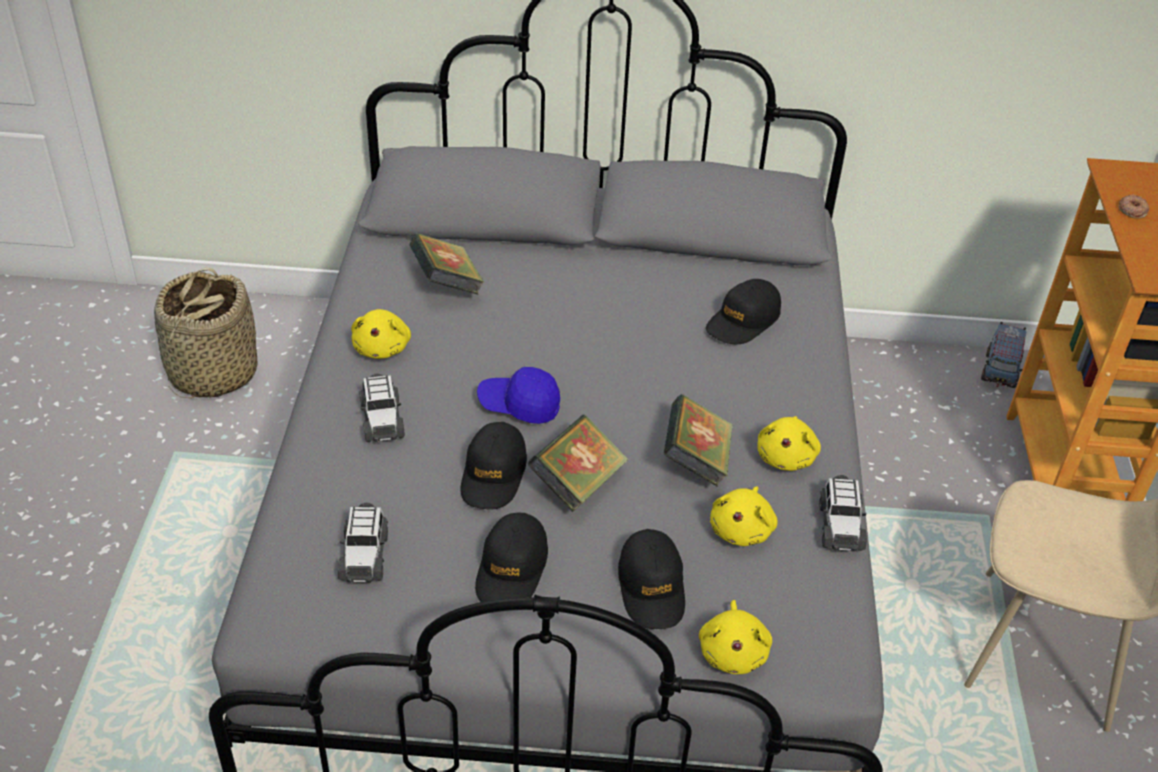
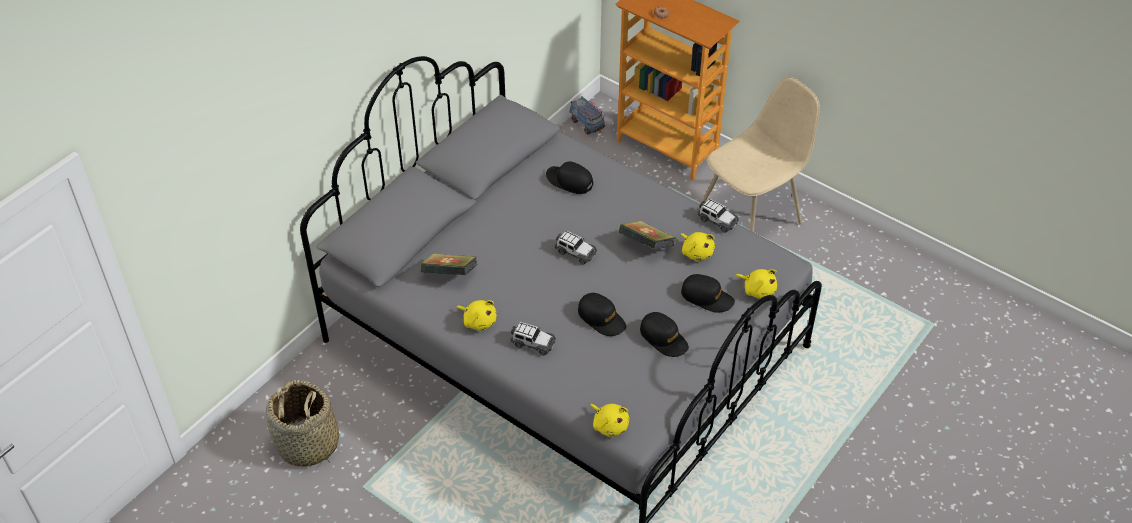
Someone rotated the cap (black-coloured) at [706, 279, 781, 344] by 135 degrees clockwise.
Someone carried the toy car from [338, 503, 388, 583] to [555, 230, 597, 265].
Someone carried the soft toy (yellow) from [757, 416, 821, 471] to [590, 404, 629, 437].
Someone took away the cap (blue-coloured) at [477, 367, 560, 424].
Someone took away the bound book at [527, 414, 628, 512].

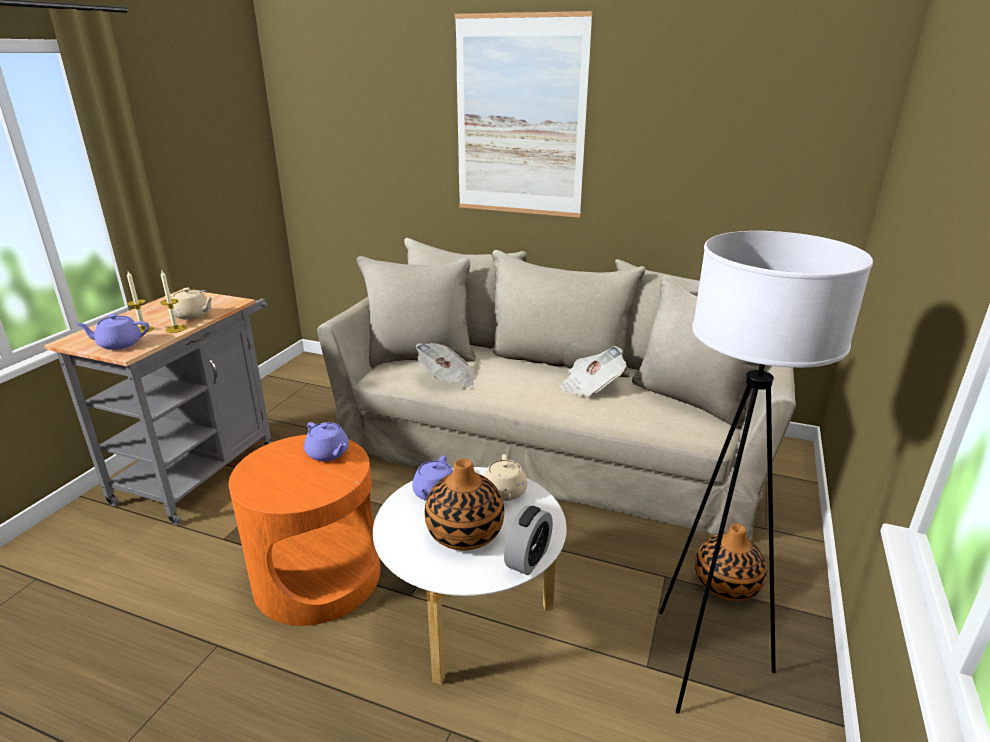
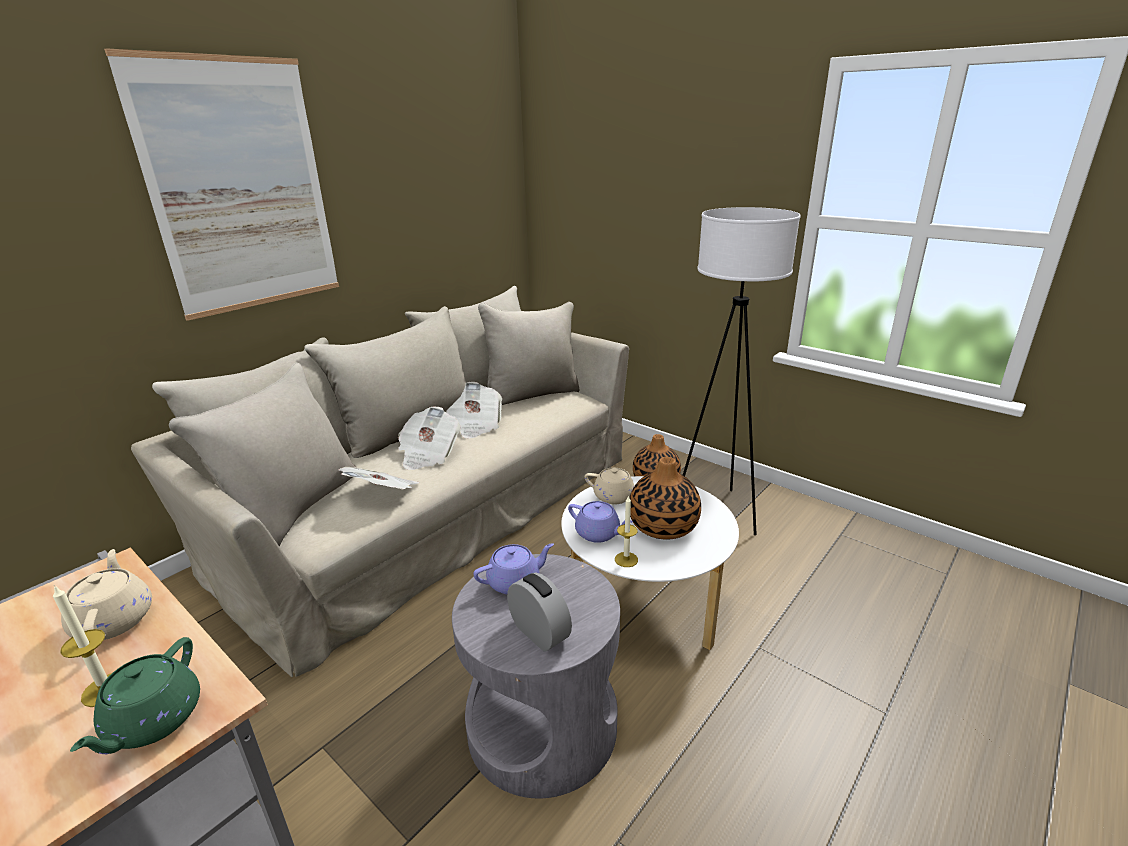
Someone rotated the teapot (beige) at [165, 288, 214, 320] by 60 degrees counterclockwise.
Someone repainted the teapot (purple-coloured) at [76, 314, 149, 350], which became the teapot (green) at [70, 637, 200, 754].
Someone put down the newspaper at [398, 406, 461, 470].
Someone repainted the side table (orange) at [229, 435, 380, 626], which became the side table (greyish) at [452, 554, 620, 799].
Someone carried the table clock from [504, 506, 553, 575] to [507, 573, 572, 652].
Someone carried the wax light from [161, 271, 186, 333] to [615, 495, 638, 567].

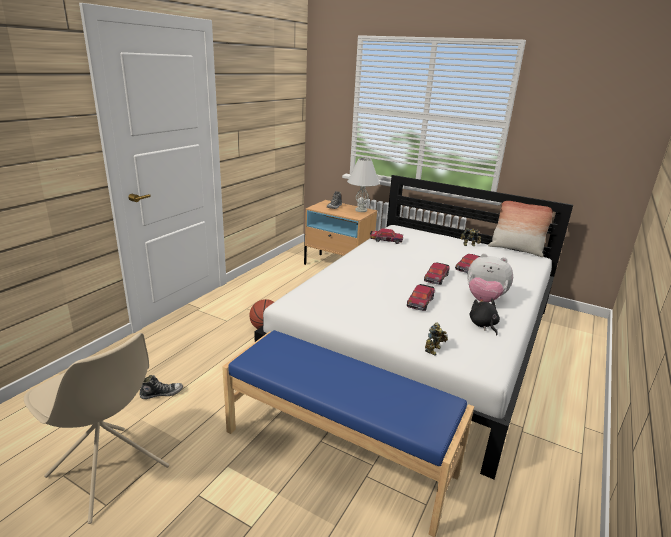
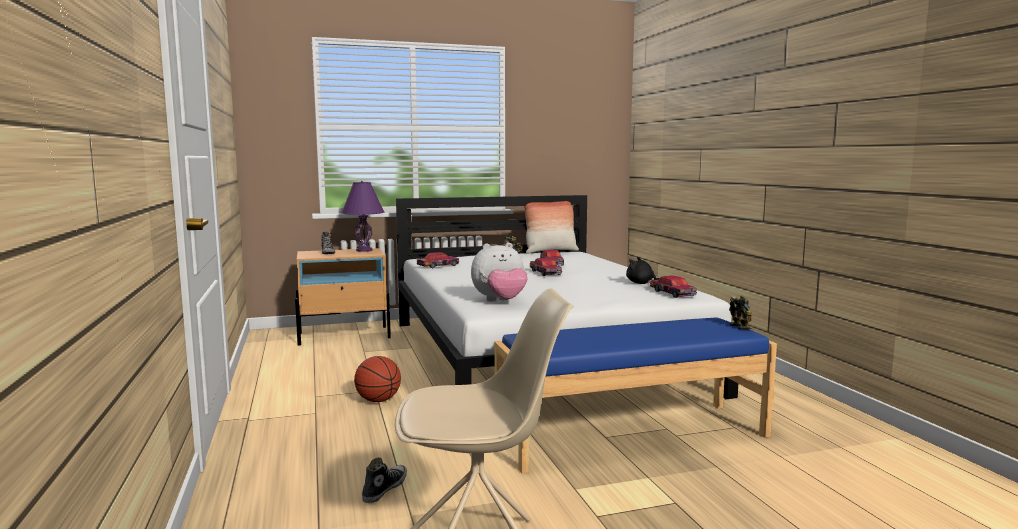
Someone repainted the tabletop lamp (whitish) at [347, 158, 379, 212], which became the tabletop lamp (purple-coloured) at [341, 181, 384, 252].
Someone carried the soft toy from [467, 253, 513, 302] to [471, 242, 528, 301].
Someone carried the toy car from [407, 284, 435, 311] to [650, 276, 697, 298].
Someone carried the toy robot from [425, 322, 448, 355] to [729, 295, 752, 330].

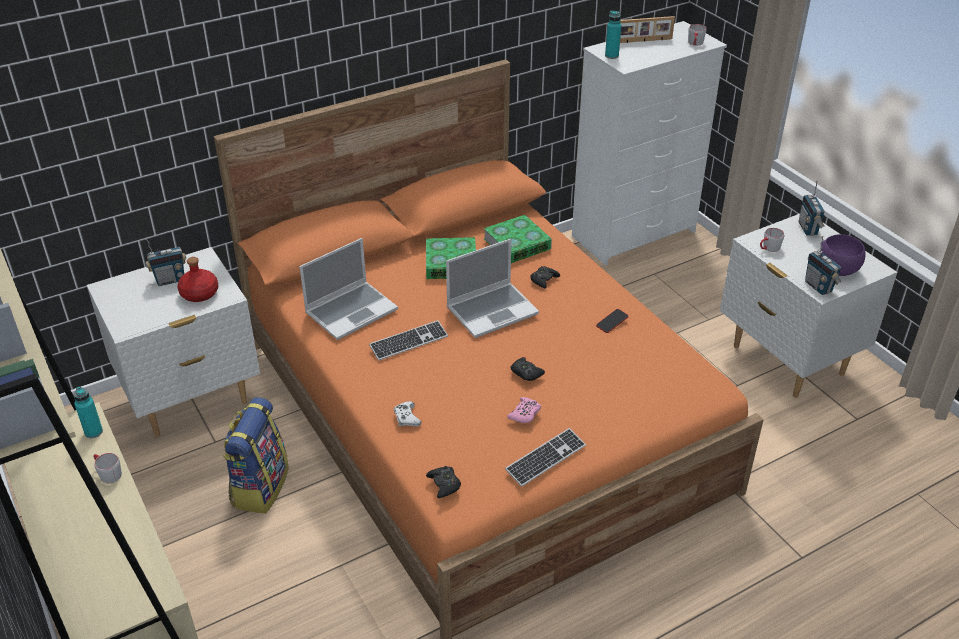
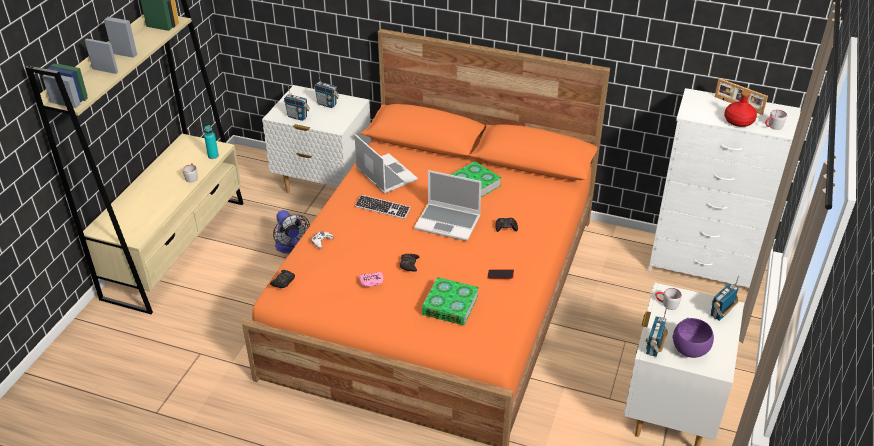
Someone swapped the knapsack at [222, 397, 289, 513] for the fan at [273, 210, 310, 254].
Someone put down the radio at [284, 84, 310, 121].
Someone rotated the portable computer at [299, 238, 398, 340] by 135 degrees counterclockwise.
Someone carried the bound book from [484, 215, 552, 263] to [422, 277, 479, 326].
Someone carried the bottle (red) from [177, 257, 218, 302] to [724, 91, 757, 127].
Someone took away the PC keyboard at [505, 428, 586, 487].
Someone took away the bottle (turquoise-coloured) at [605, 11, 622, 59].

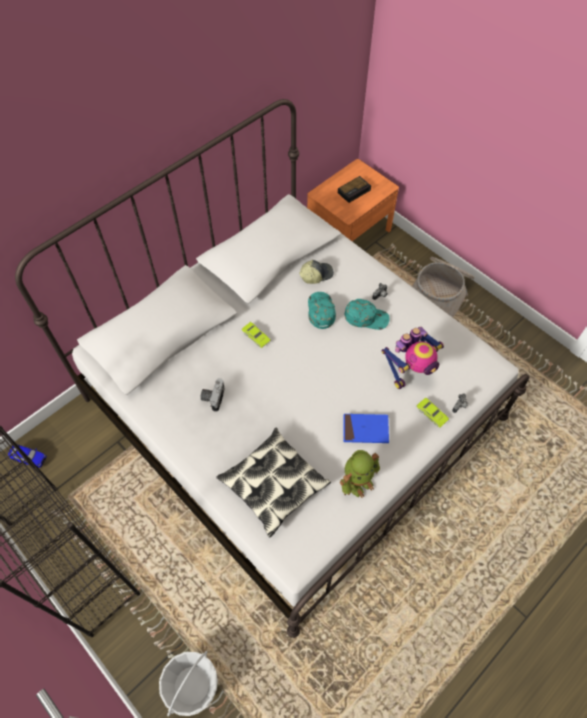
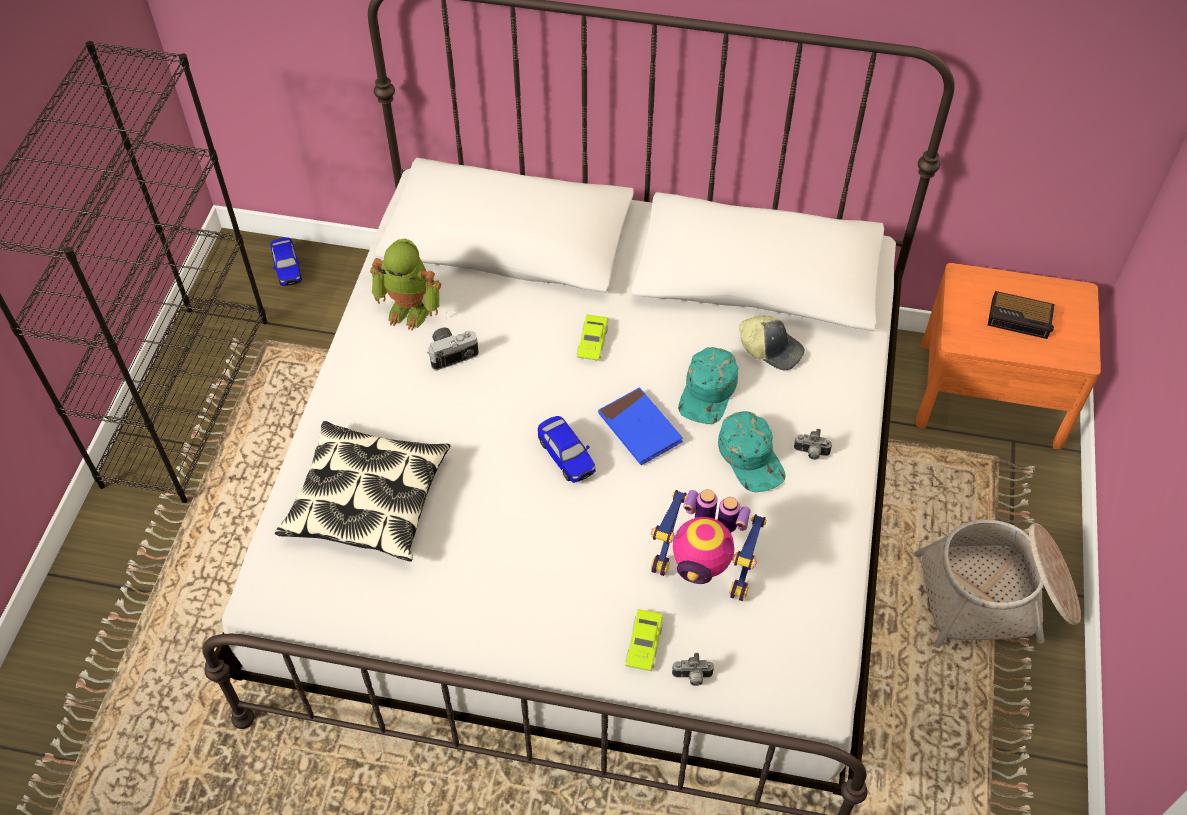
Someone carried the toy robot from [340, 450, 380, 498] to [370, 238, 441, 331].
Someone put down the toy car at [538, 416, 596, 483].
Someone carried the bound book (blue-coloured) from [344, 414, 389, 443] to [598, 387, 683, 465].
Someone rotated the cap (turquoise-coloured) at [308, 292, 336, 329] by 150 degrees clockwise.
Someone took away the household basket at [159, 651, 218, 716].

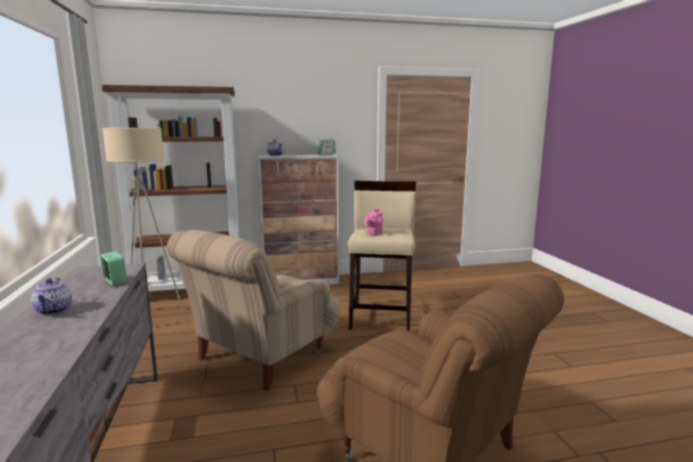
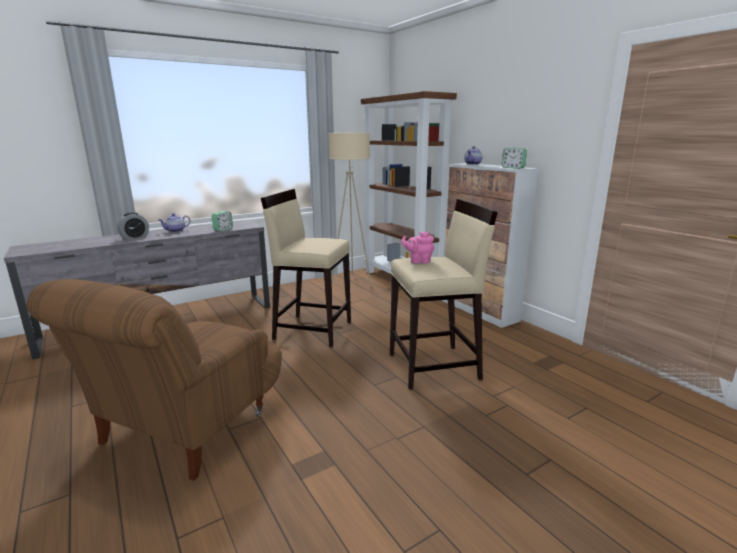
Someone put down the table clock at [117, 212, 149, 240].
Someone swapped the easy chair (beige) at [166, 230, 340, 391] for the stool (beige) at [261, 189, 351, 347].

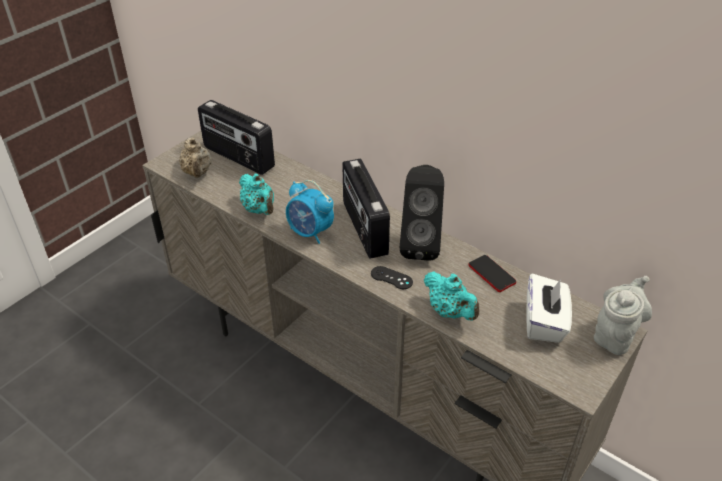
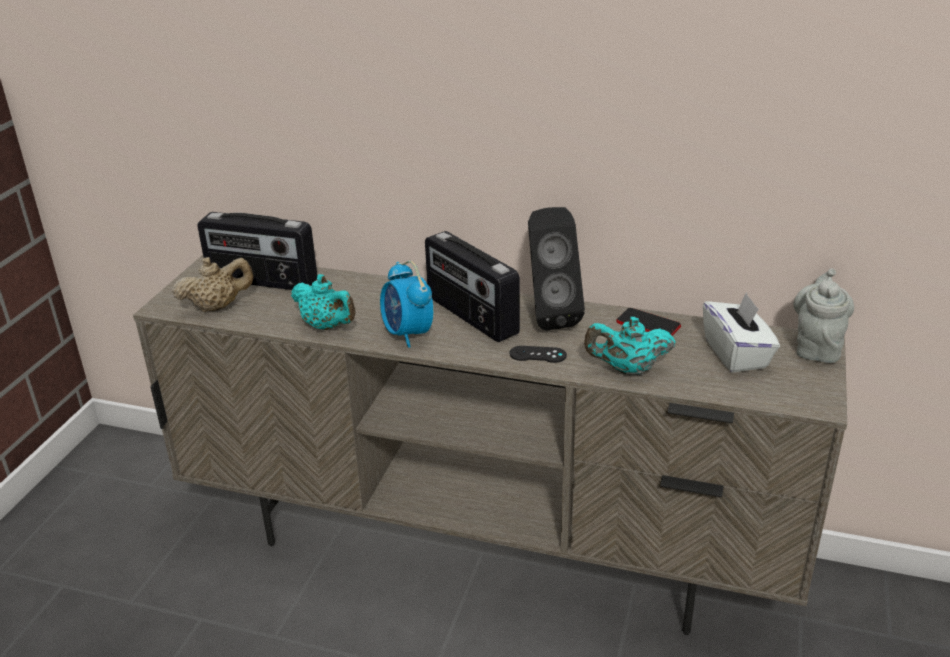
Someone rotated the teapot (beige) at [179, 137, 212, 178] by 75 degrees counterclockwise.
Someone rotated the table clock at [286, 180, 334, 244] by 45 degrees clockwise.
Someone rotated the teapot (turquoise-coloured) at [424, 271, 479, 320] by 150 degrees clockwise.

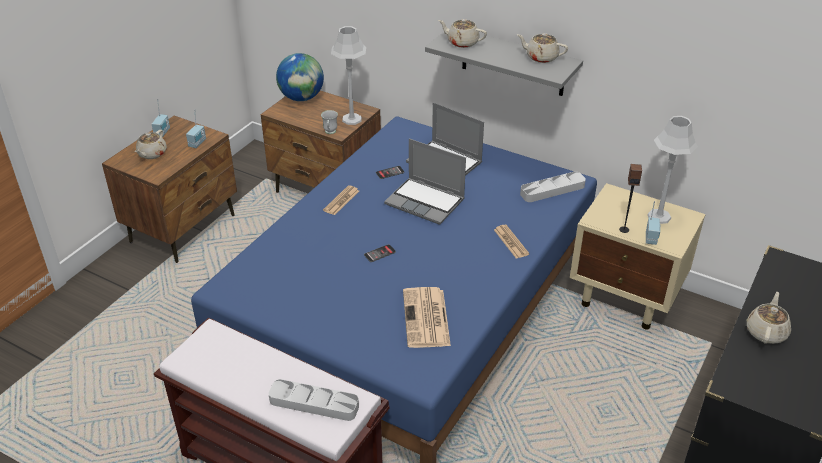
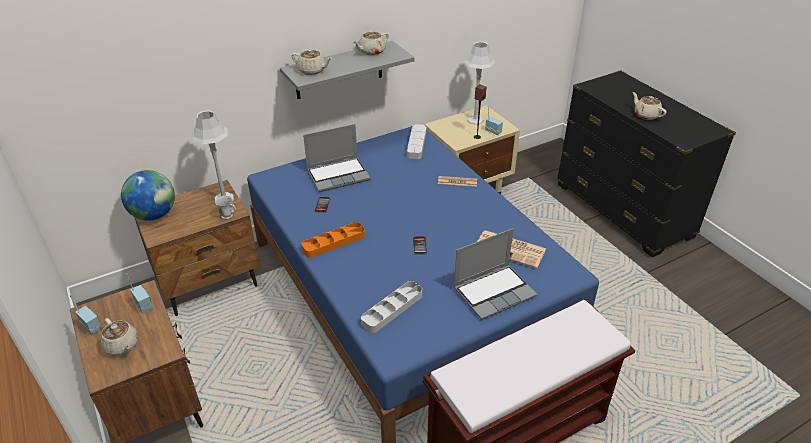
Someone rotated the teapot (beige) at [438, 19, 487, 48] by 120 degrees counterclockwise.
Someone swapped the newspaper at [323, 185, 359, 215] for the carrying tray (orange) at [301, 222, 365, 258].
Someone carried the carrying tray (greyish) from [268, 379, 359, 421] to [361, 281, 422, 333].
Someone carried the portable computer from [384, 139, 466, 225] to [454, 228, 537, 320].

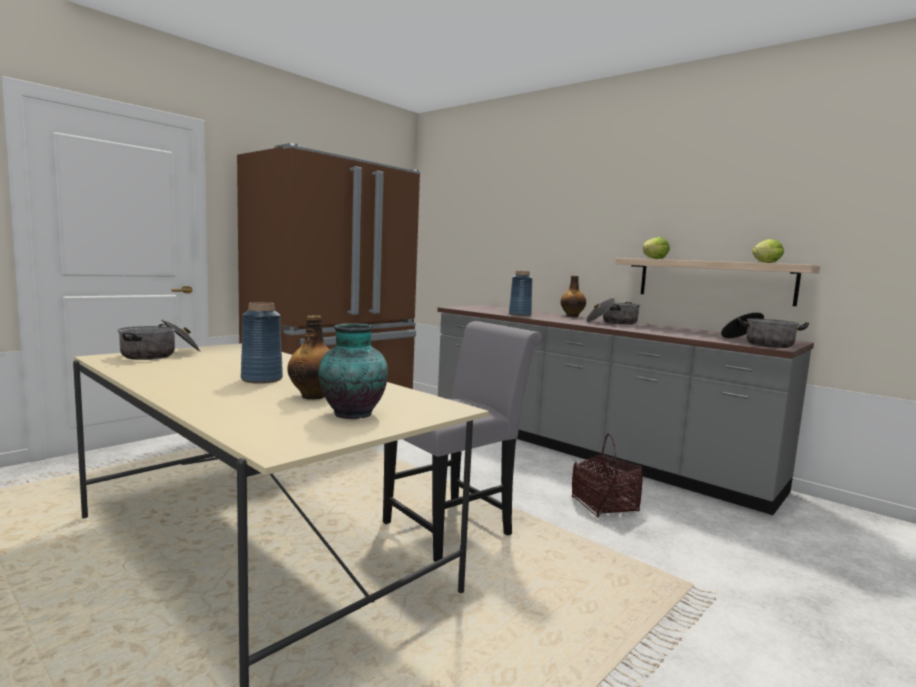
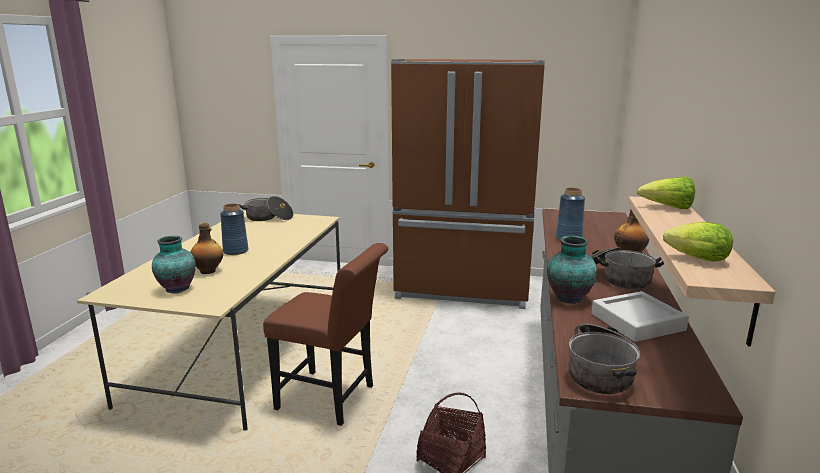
Someone repainted the plain chair (greyish) at [383, 321, 543, 562], which became the plain chair (brownish) at [263, 243, 388, 426].
Someone put down the decorative vase at [547, 236, 597, 304].
Someone put down the carrying tray (greyish) at [592, 291, 689, 342].

